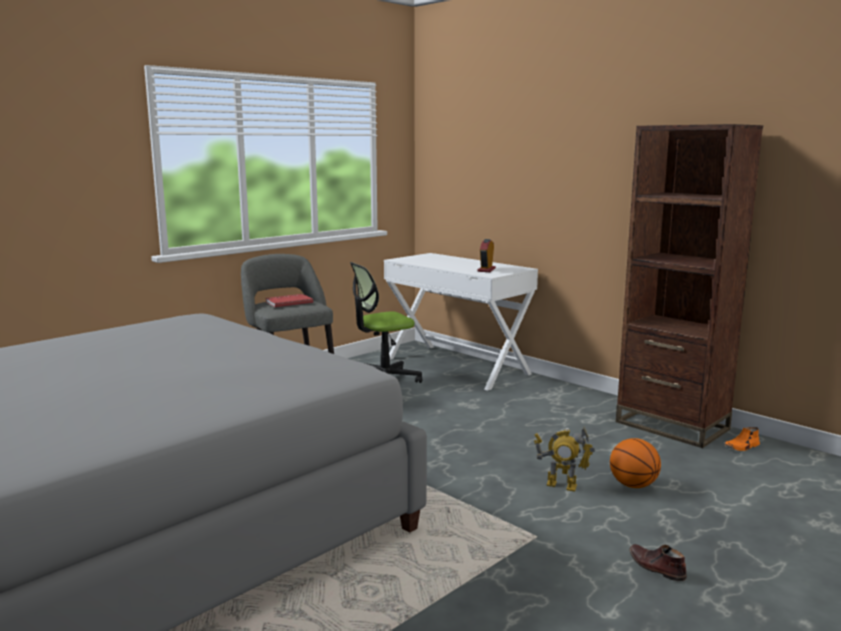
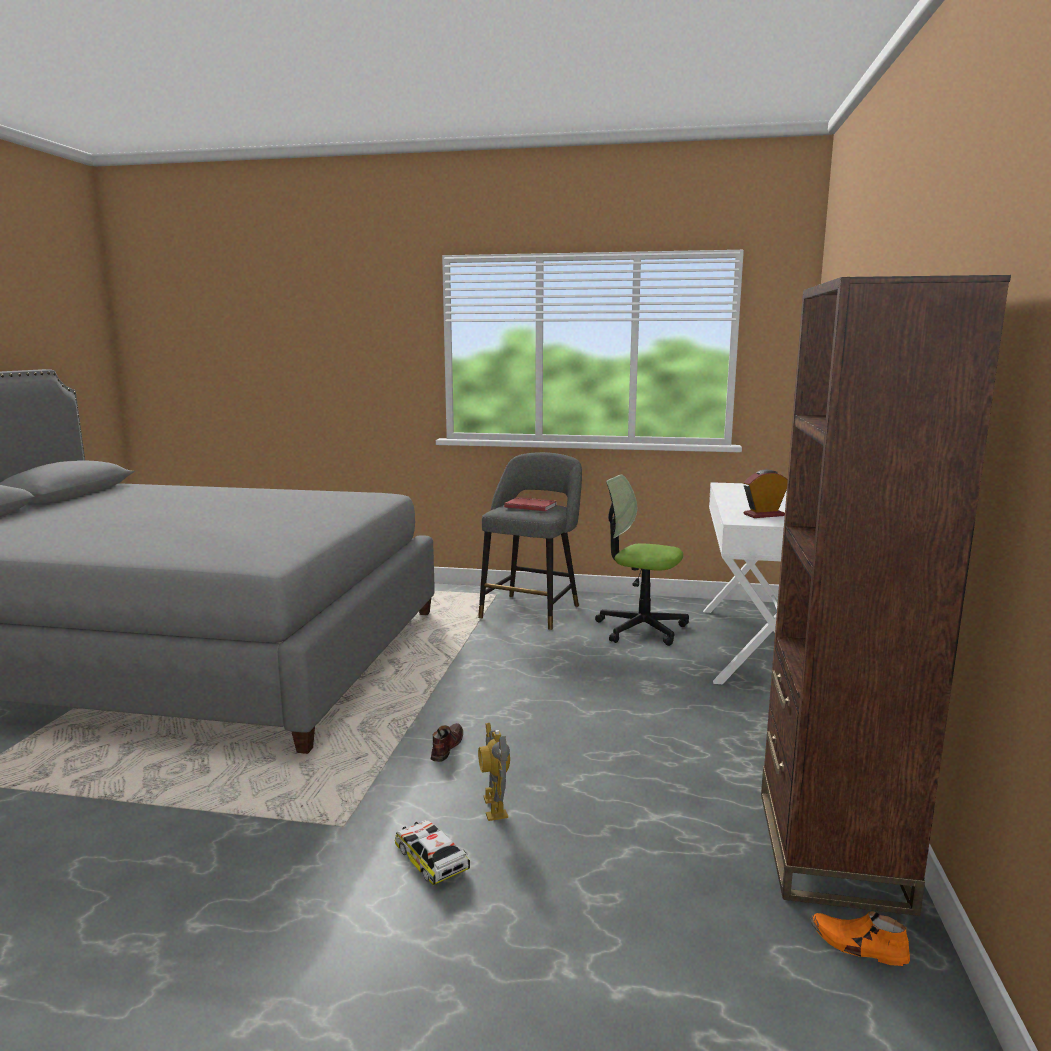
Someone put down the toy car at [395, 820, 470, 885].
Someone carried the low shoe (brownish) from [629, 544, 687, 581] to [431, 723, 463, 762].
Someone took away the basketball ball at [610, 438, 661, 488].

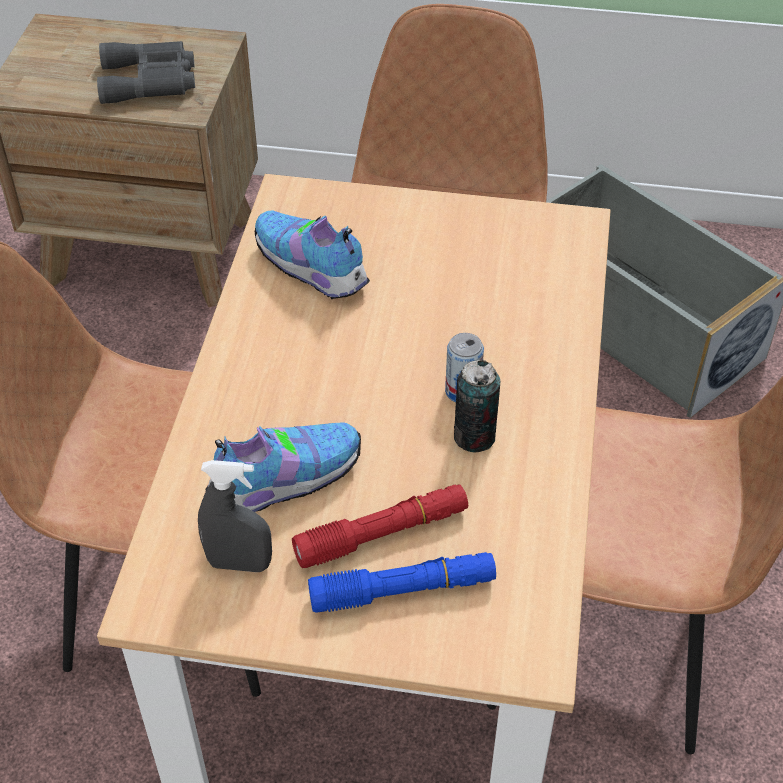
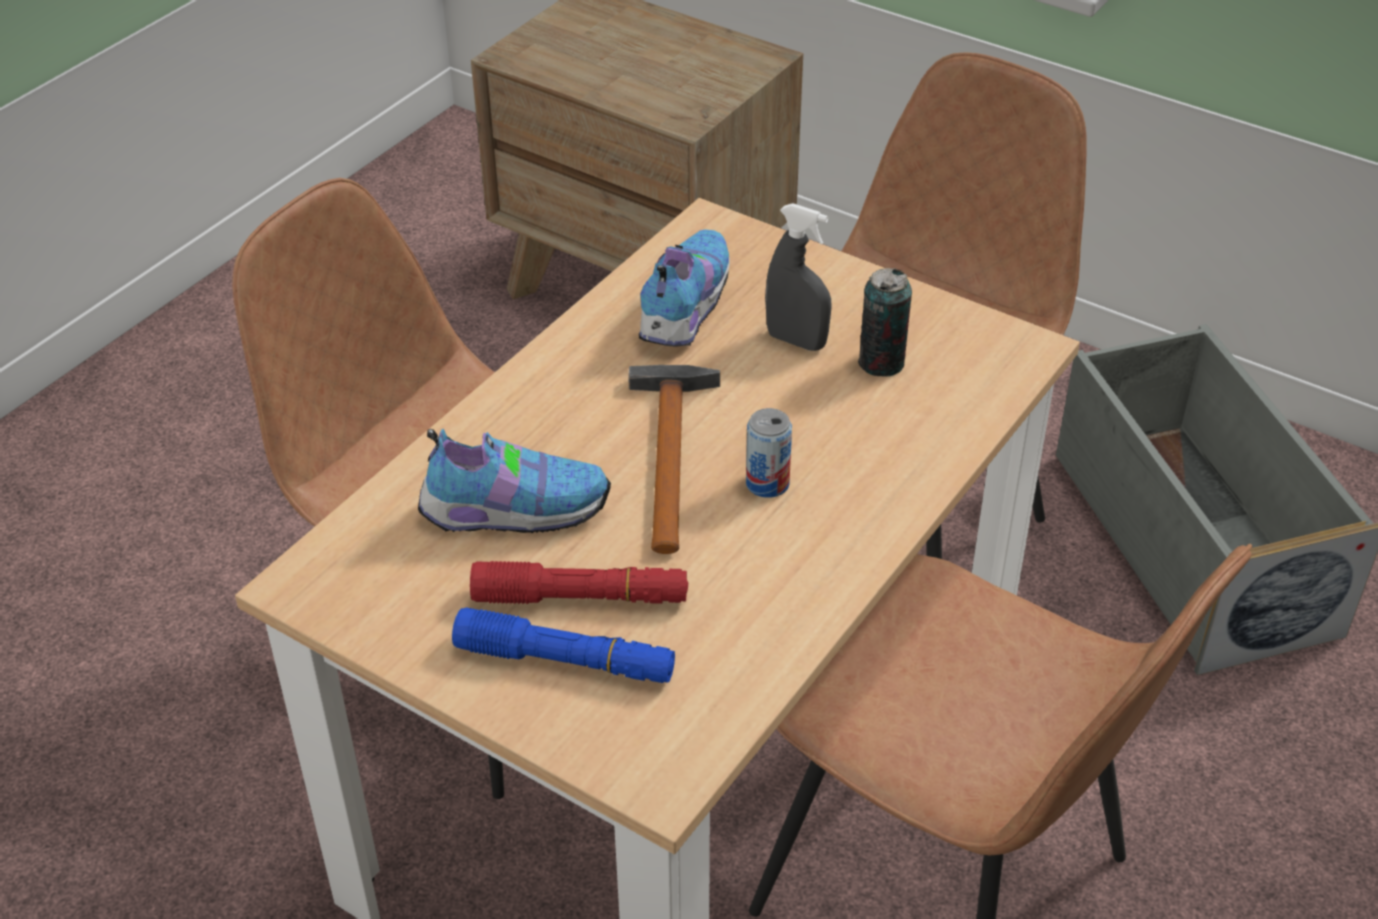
Someone put down the hand hammer at [628, 365, 720, 554].
Someone rotated the low shoe at [255, 211, 370, 299] by 45 degrees clockwise.
Someone carried the hand sprayer (greyish) from [198, 460, 272, 572] to [765, 203, 831, 351].
Someone carried the can from [454, 360, 500, 452] to [858, 268, 912, 377].
Someone took away the pair of binoculars (greyish) at [97, 41, 195, 104].

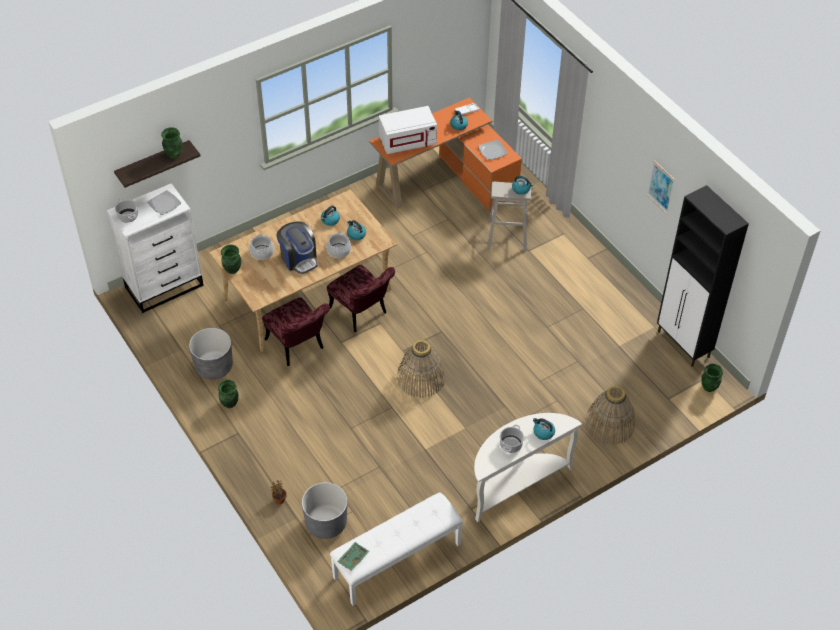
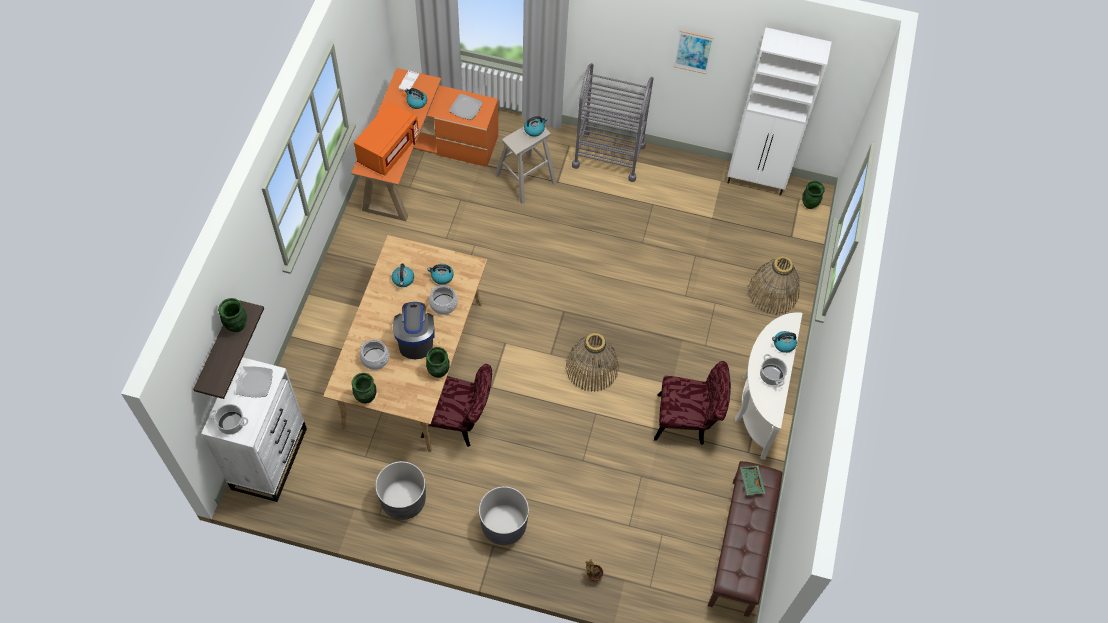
Someone repainted the microwave oven (whitish) at [379, 106, 437, 154], which became the microwave oven (orange) at [354, 102, 419, 176].
Someone rotated the coffee machine at [276, 221, 318, 274] by 105 degrees counterclockwise.
Someone carried the decorative vase (green) from [218, 380, 238, 408] to [426, 347, 450, 378].
Someone carried the flower pot (greyish) from [302, 482, 347, 539] to [479, 486, 529, 545].
Someone put down the trolley (greyish) at [572, 63, 653, 182].
Someone carried the plain chair (red) from [327, 265, 395, 332] to [654, 361, 731, 445].
Someone repainted the bench (whitish) at [330, 493, 463, 606], which became the bench (brownish) at [708, 461, 782, 617].
Someone repainted the storage cabinet (black-coloured) at [657, 185, 749, 367], which became the storage cabinet (whitish) at [727, 28, 832, 195].
Someone carried the carrying tray (green) from [337, 542, 369, 571] to [740, 465, 765, 495].

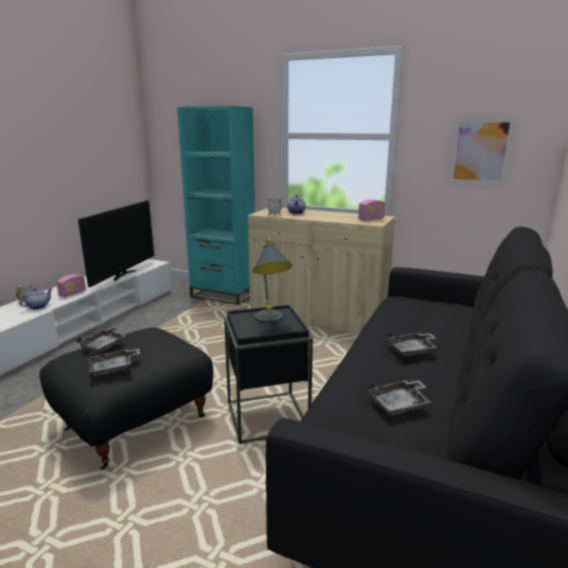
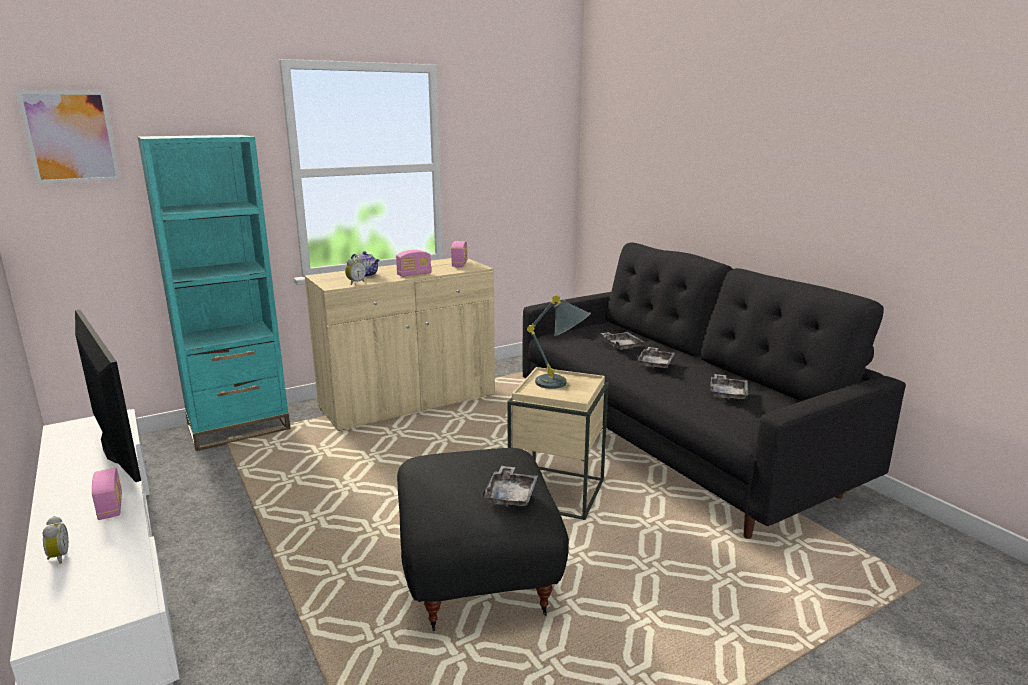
Someone carried the wall picture from [450, 119, 514, 184] to [16, 90, 121, 184].
Someone put down the radio at [396, 250, 431, 277].
Someone repainted the side table (black-coloured) at [224, 305, 313, 444], which became the side table (beige) at [508, 367, 609, 520].
Someone carried the carrying tray (greyish) from [76, 326, 127, 353] to [601, 332, 644, 350].
Someone took away the teapot at [19, 288, 52, 309].

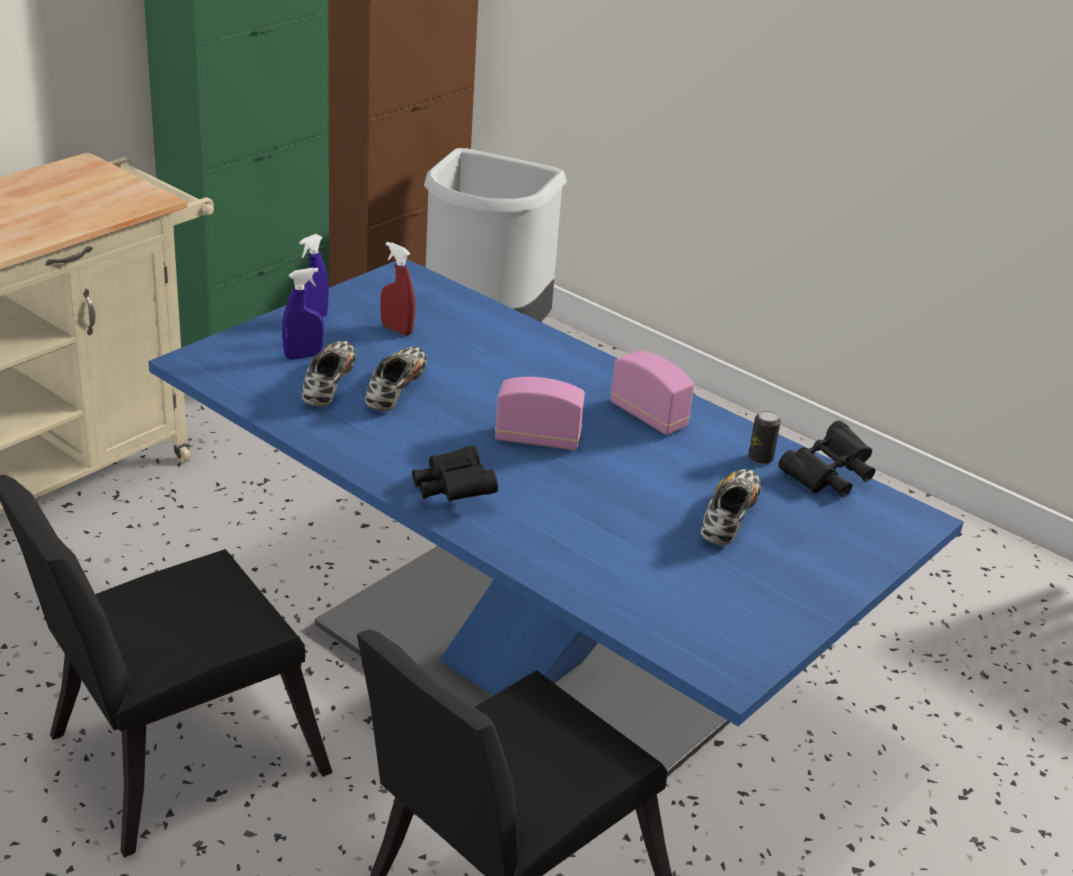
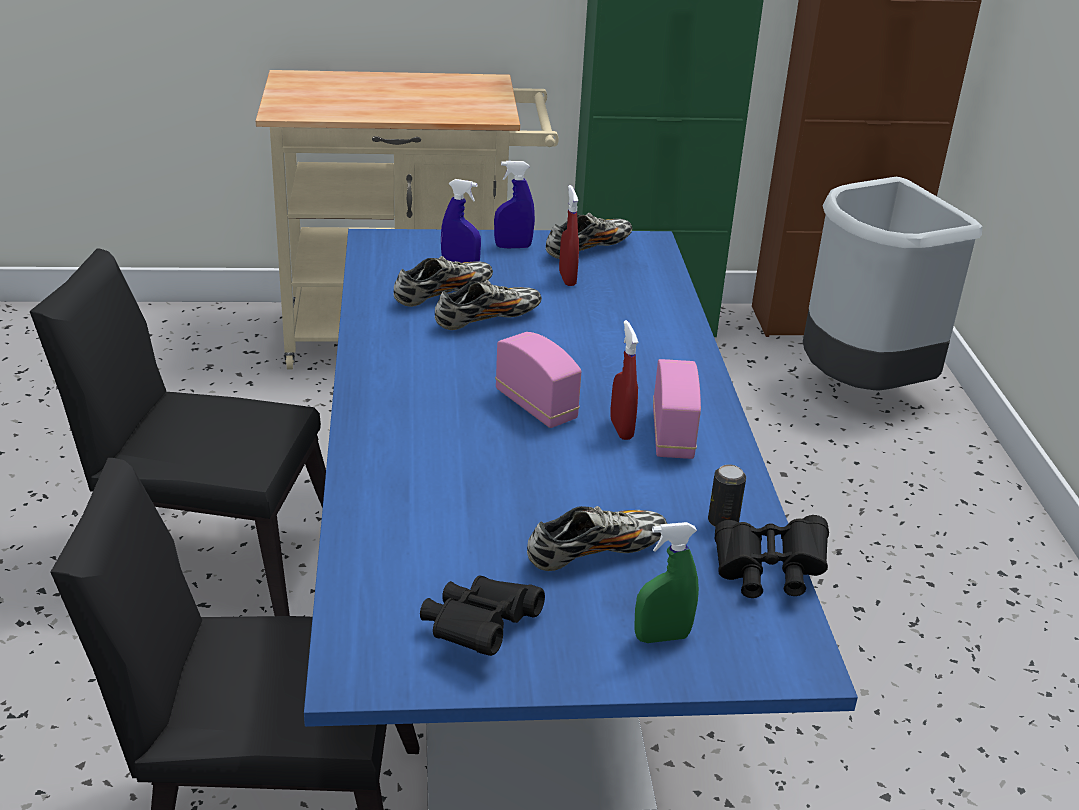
Someone carried the pair of binoculars (black-coloured) from [412, 445, 498, 501] to [420, 576, 545, 656].
Someone put down the low shoe at [546, 213, 632, 259].
Someone put down the hand sprayer (red) at [611, 320, 638, 440].
Someone put down the hand sprayer (green) at [634, 522, 699, 643].

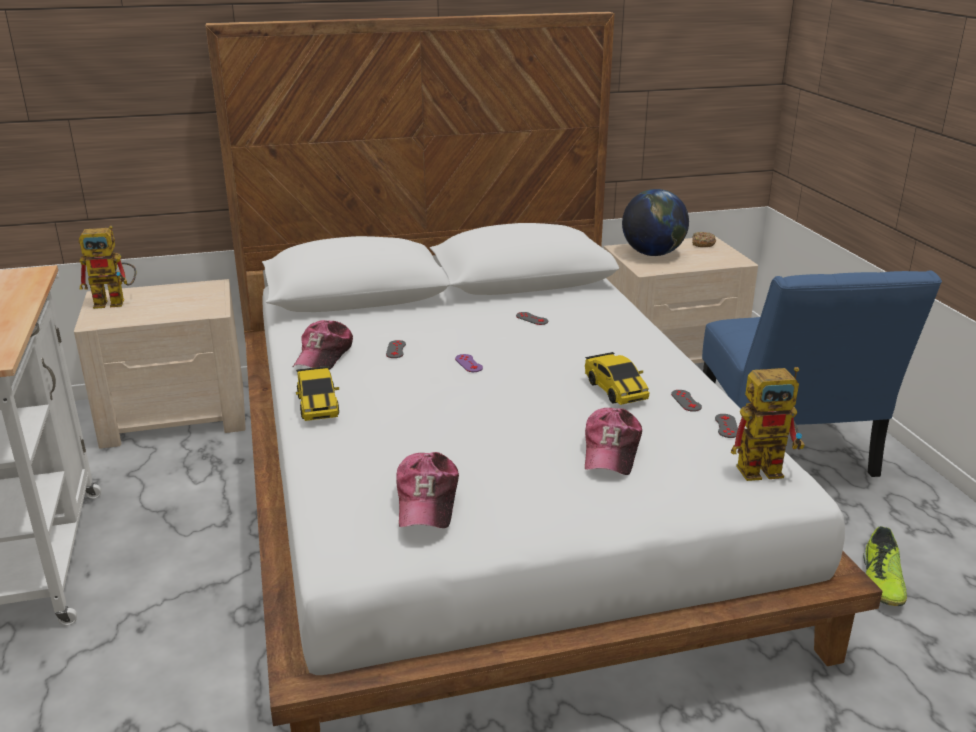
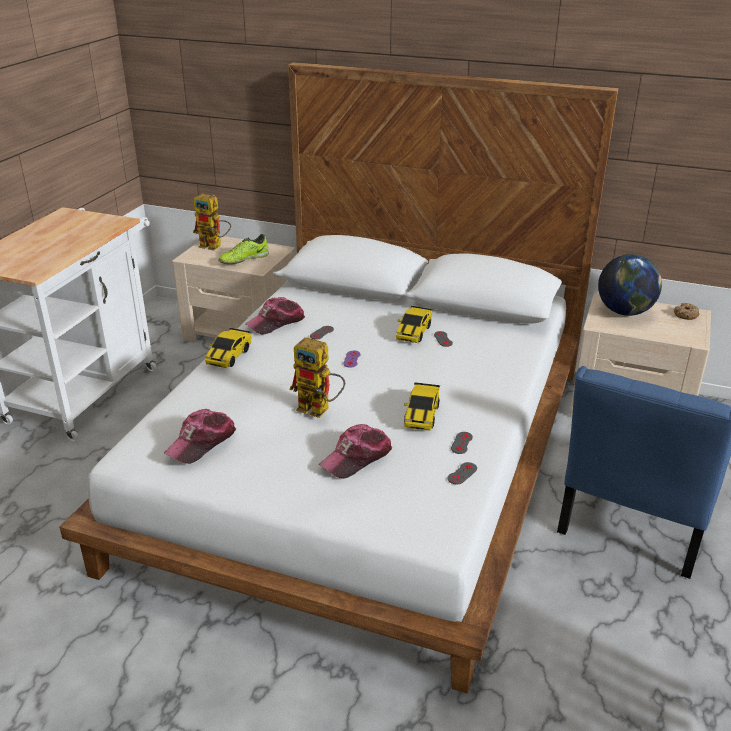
Someone carried the low shoe from [863, 526, 907, 606] to [219, 234, 269, 264].
Someone carried the toy robot from [731, 367, 805, 481] to [289, 337, 345, 418].
Someone put down the toy car at [396, 306, 433, 343].

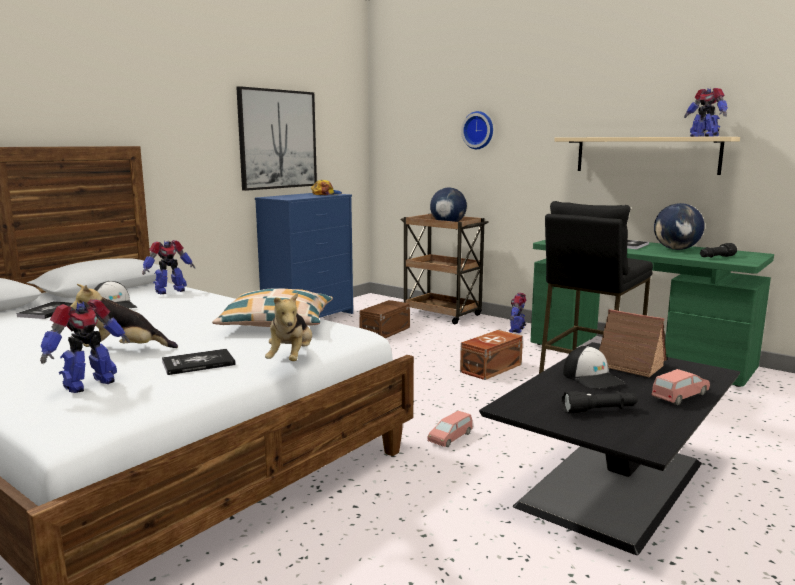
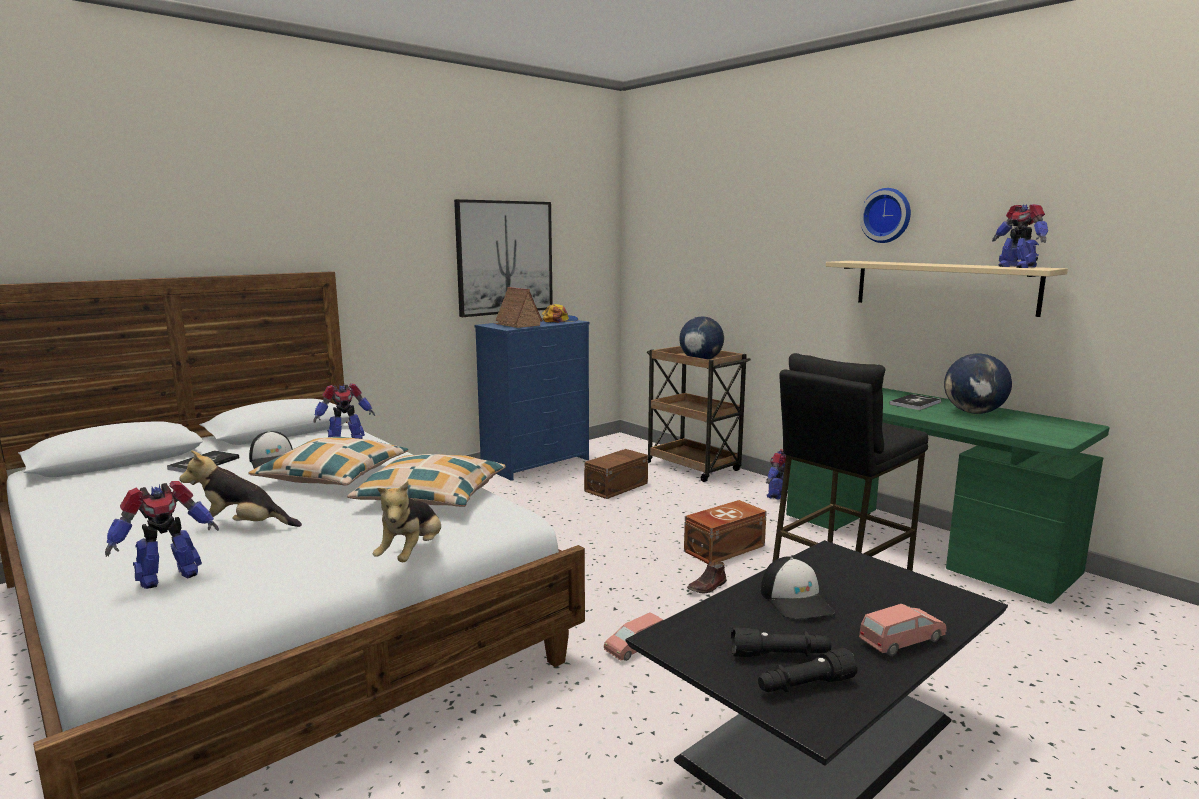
Someone put down the throw pillow at [249, 437, 408, 485].
Someone carried the model house from [599, 309, 667, 378] to [494, 287, 543, 328].
Someone put down the low shoe (brownish) at [687, 562, 727, 594].
Someone carried the hand torch (black-coloured) from [700, 243, 737, 258] to [758, 648, 857, 692].
Someone carried the clock on the wall from [461, 111, 493, 149] to [860, 188, 911, 243].
Someone took away the bound book at [162, 349, 236, 375].

